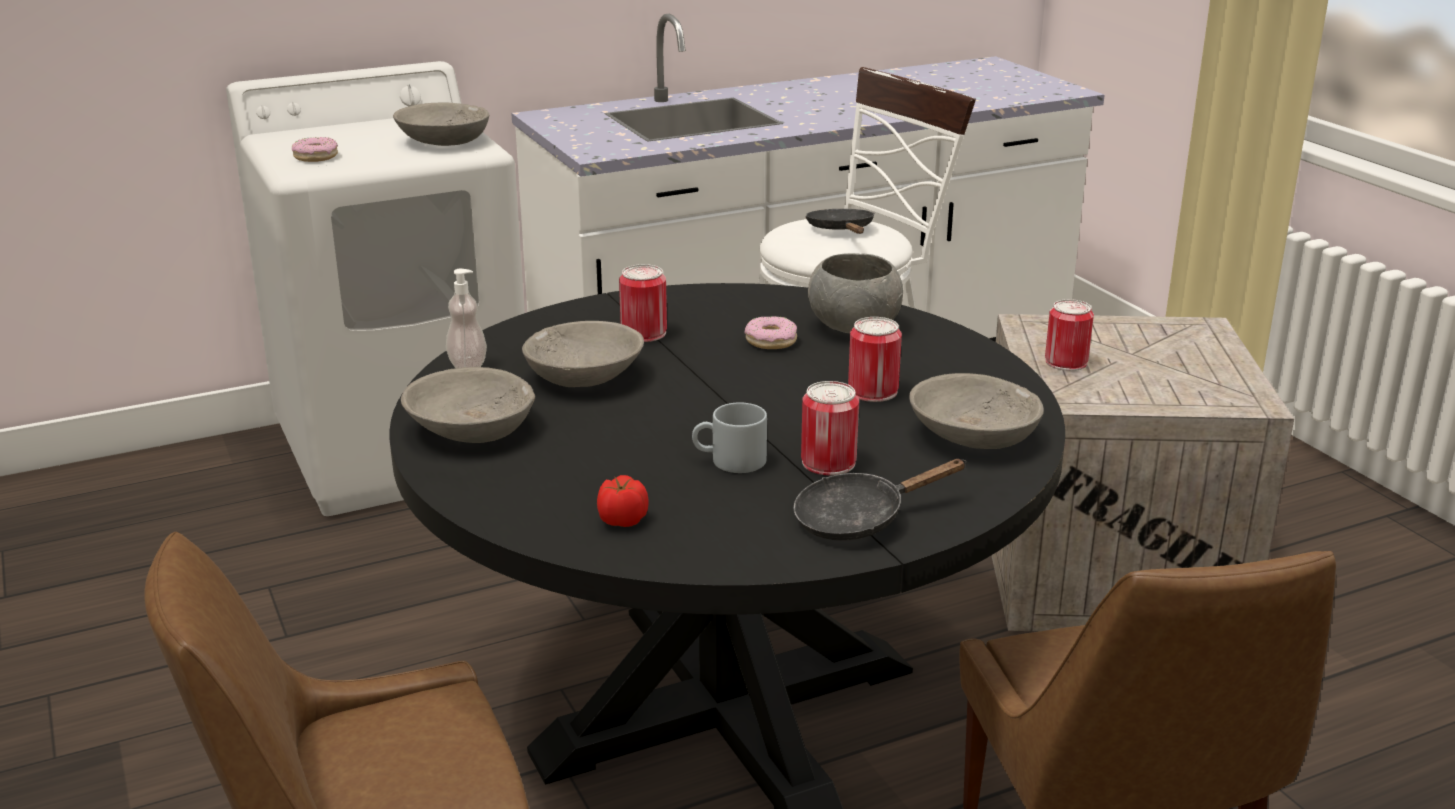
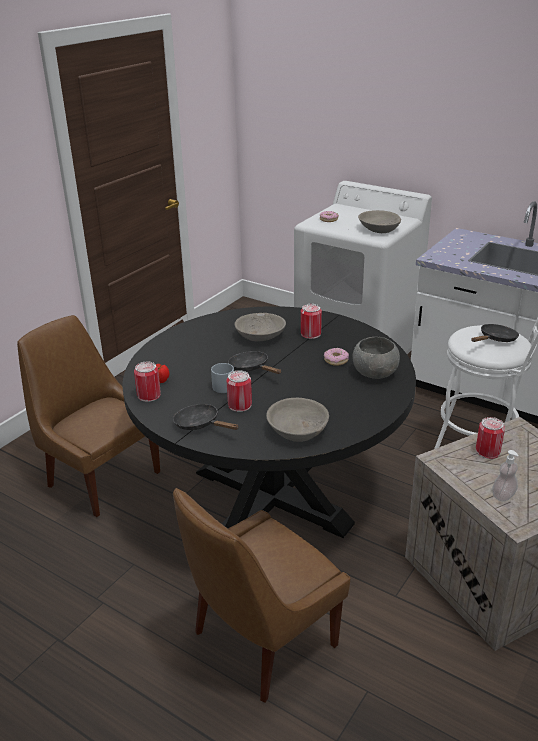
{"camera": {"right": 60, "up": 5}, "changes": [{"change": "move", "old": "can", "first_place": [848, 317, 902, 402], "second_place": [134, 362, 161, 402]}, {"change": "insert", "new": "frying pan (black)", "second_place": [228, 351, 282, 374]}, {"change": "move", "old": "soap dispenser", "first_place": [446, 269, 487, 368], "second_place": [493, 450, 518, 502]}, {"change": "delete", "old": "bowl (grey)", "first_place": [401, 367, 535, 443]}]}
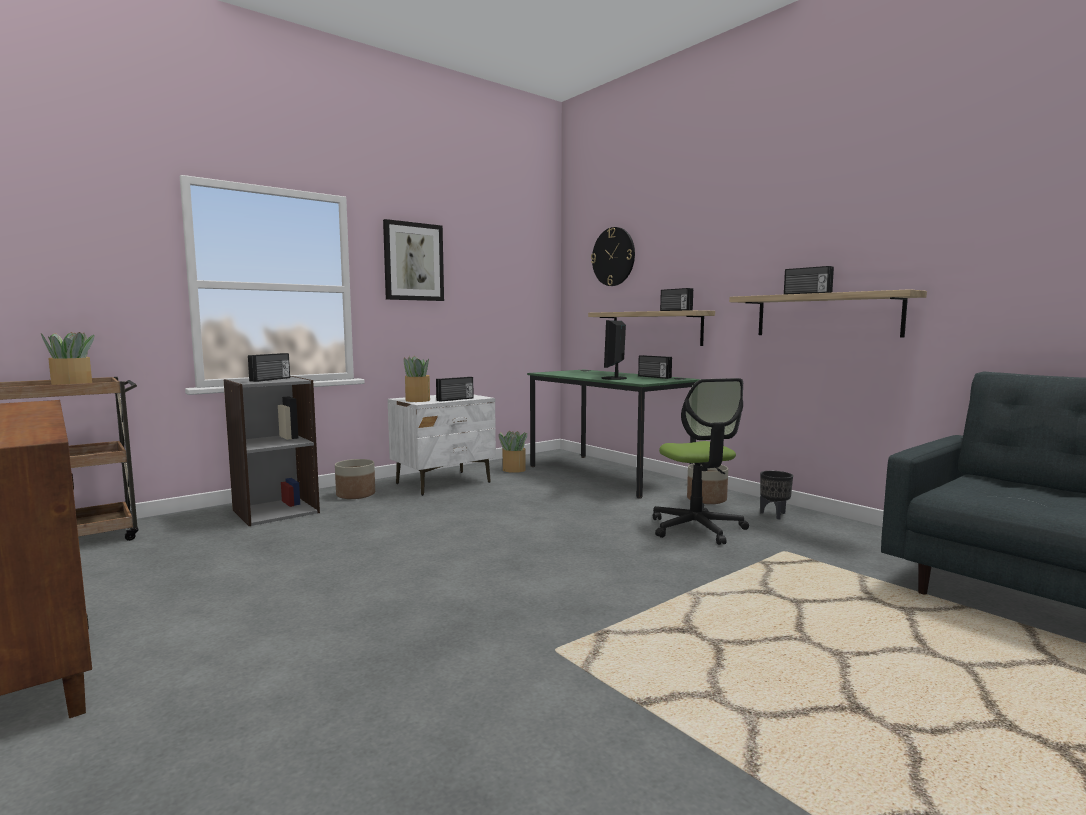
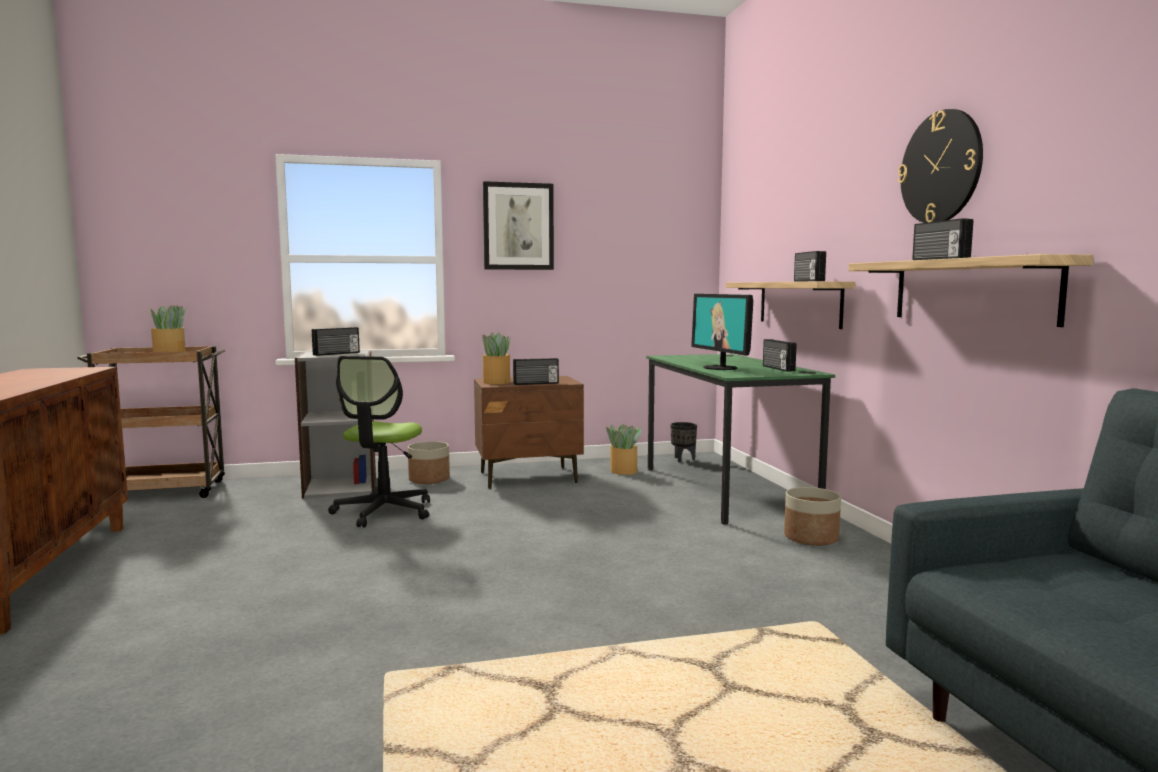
{"camera": {"right": 25, "up": 0}, "changes": [{"change": "move", "old": "office chair", "first_place": [653, 378, 749, 545], "second_place": [328, 356, 430, 528]}, {"change": "recolor", "old": "nightstand (white)", "new": "nightstand (brown)", "first_place": [388, 394, 496, 496], "second_place": [474, 376, 584, 489]}, {"change": "move", "old": "planter (black)", "first_place": [760, 471, 793, 519], "second_place": [671, 422, 697, 462]}, {"change": "rotate", "old": "monitor", "first_place": [601, 320, 627, 380], "second_place": [691, 294, 753, 370], "degrees": -60}, {"change": "move", "old": "wall clock", "first_place": [591, 227, 635, 286], "second_place": [898, 109, 983, 223]}]}
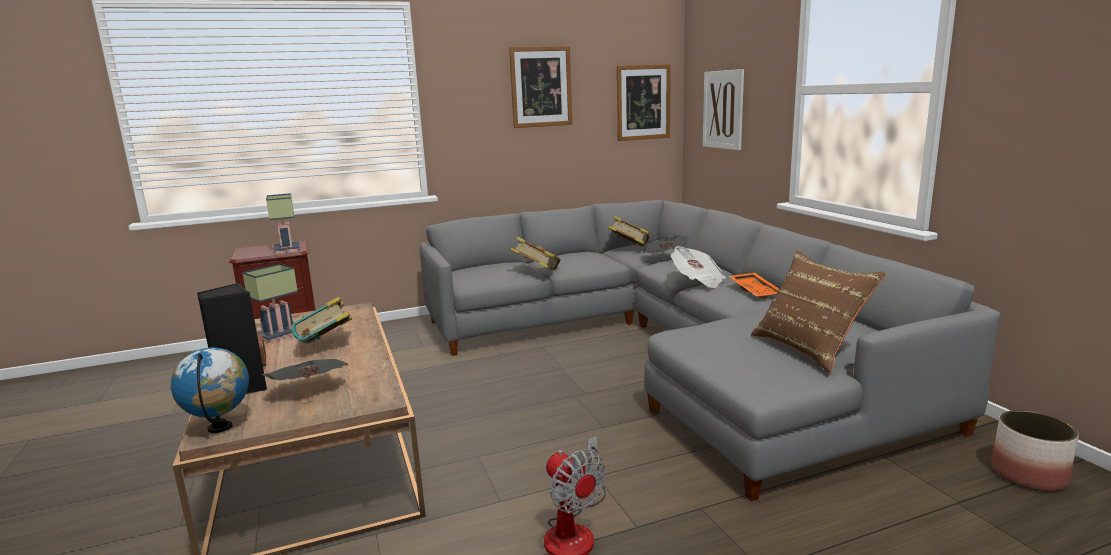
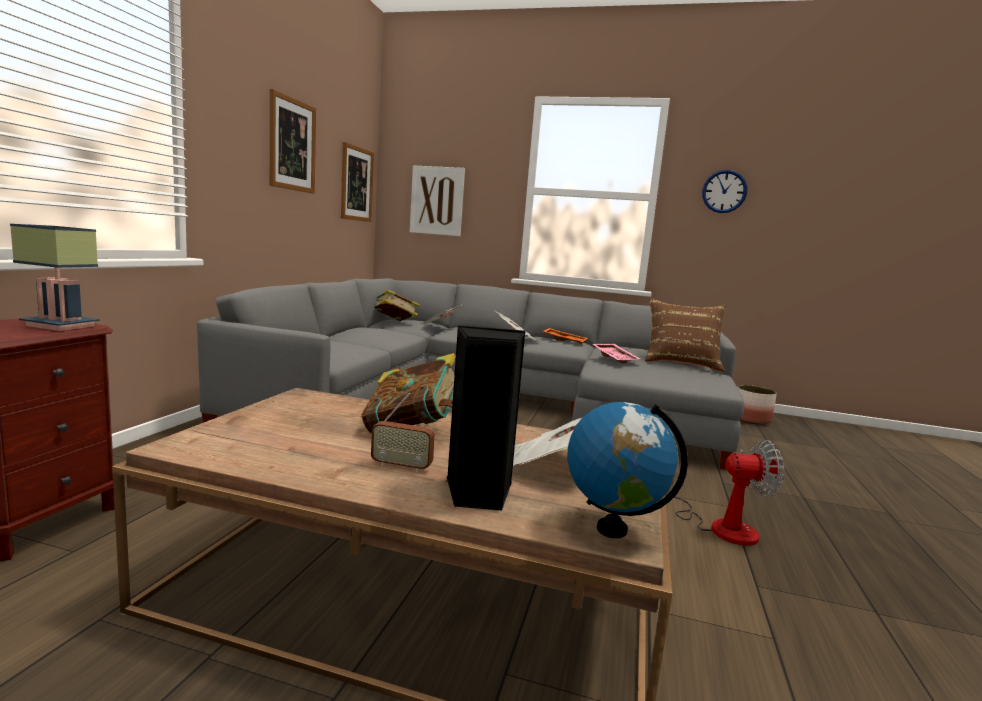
{"camera": {"right": -55, "up": -5}, "changes": [{"change": "insert", "new": "tray (pink)", "second_place": [593, 344, 640, 363]}, {"change": "insert", "new": "wall clock", "second_place": [702, 170, 747, 213]}, {"change": "delete", "old": "table lamp", "first_place": [242, 264, 298, 342]}, {"change": "delete", "old": "book", "first_place": [510, 237, 560, 271]}]}
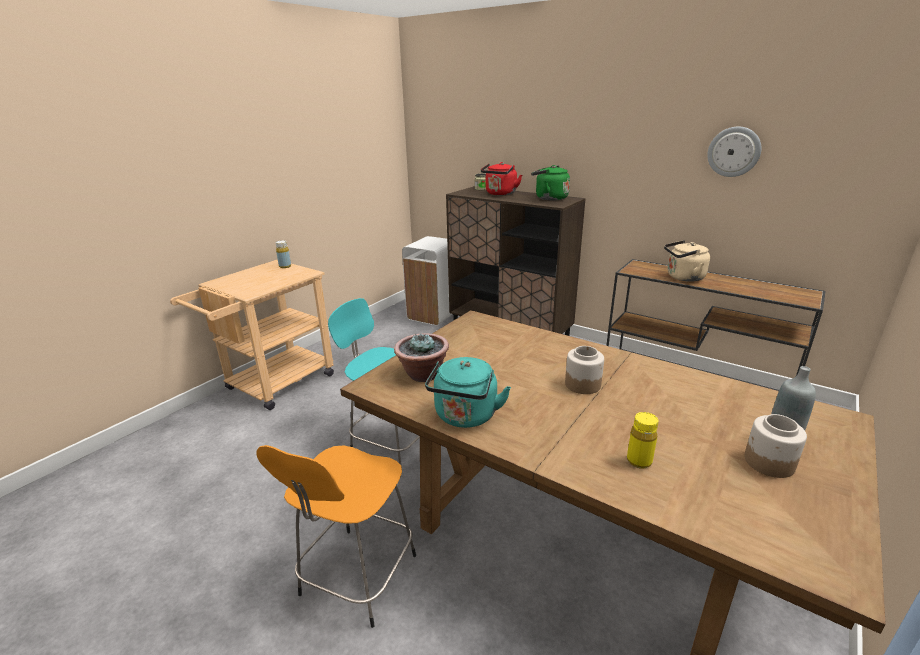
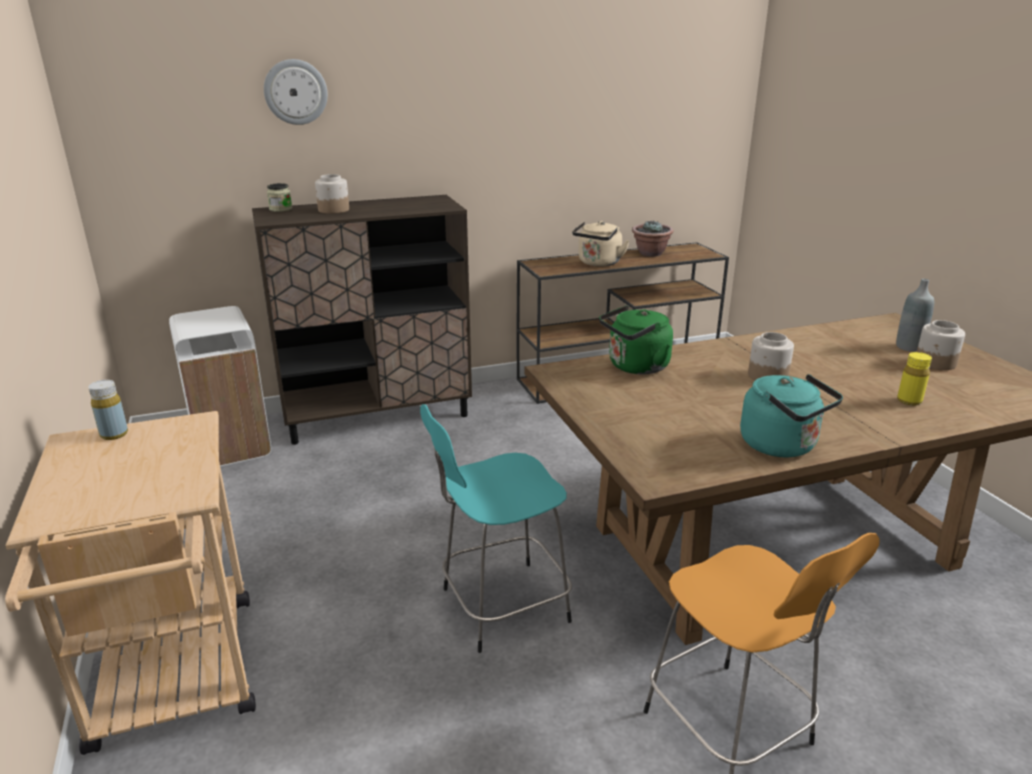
{"camera": {"right": -55, "up": 0}, "changes": [{"change": "move", "old": "wall clock", "first_place": [707, 127, 761, 177], "second_place": [264, 59, 328, 125]}, {"change": "replace", "old": "kettle (red)", "new": "jar", "first_place": [481, 162, 522, 195], "second_place": [315, 174, 349, 214]}, {"change": "move", "old": "kettle (green)", "first_place": [531, 165, 570, 200], "second_place": [599, 305, 673, 374]}, {"change": "move", "old": "potted plant", "first_place": [394, 333, 449, 382], "second_place": [632, 221, 673, 257]}]}
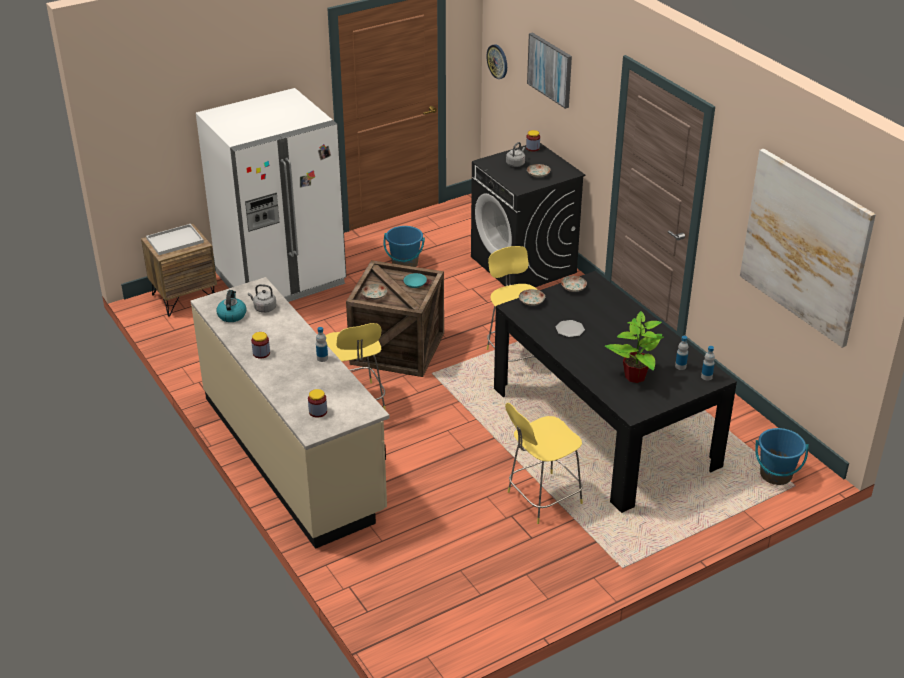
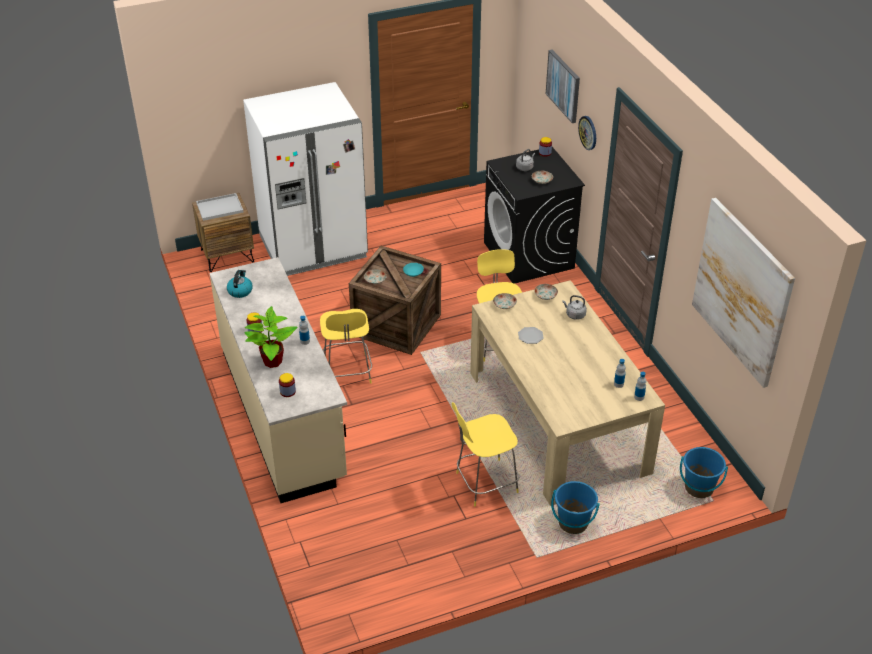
{"camera": {"right": 10, "up": 5}, "changes": [{"change": "move", "old": "potted plant", "first_place": [605, 311, 664, 383], "second_place": [244, 306, 297, 368]}, {"change": "recolor", "old": "dining table (black)", "new": "dining table (beige)", "first_place": [494, 271, 737, 513], "second_place": [470, 280, 665, 506]}, {"change": "move", "old": "bucket (blue)", "first_place": [383, 226, 425, 267], "second_place": [551, 481, 600, 534]}, {"change": "move", "old": "kettle (grey)", "first_place": [248, 284, 277, 313], "second_place": [563, 295, 587, 320]}, {"change": "move", "old": "wall clock", "first_place": [486, 44, 507, 79], "second_place": [578, 116, 596, 150]}]}
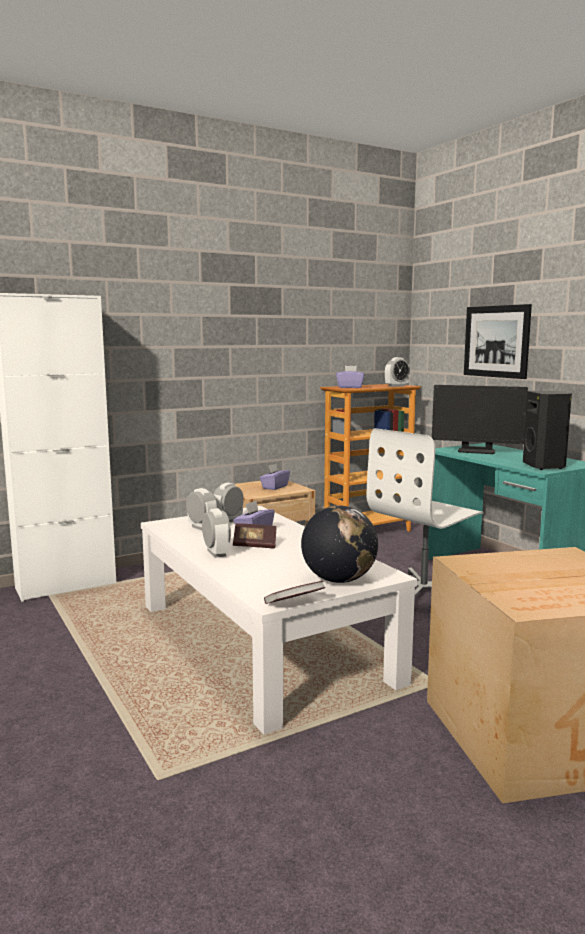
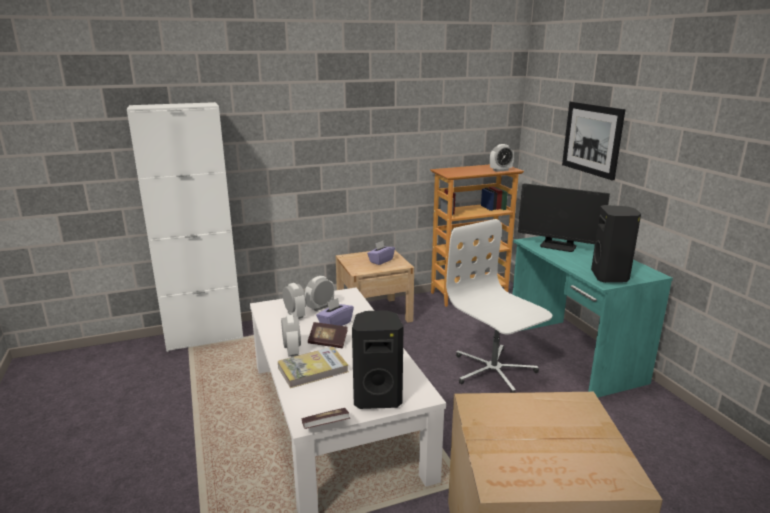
{"camera": {"right": 10, "up": 10}, "changes": [{"change": "insert", "new": "book", "second_place": [278, 347, 348, 388]}, {"change": "replace", "old": "globe", "new": "speaker (black)", "first_place": [301, 506, 378, 583], "second_place": [352, 310, 404, 409]}, {"change": "rotate", "old": "office chair (white)", "first_place": [366, 428, 484, 596], "second_place": [446, 219, 552, 393], "degrees": 90}, {"change": "delete", "old": "tissue box (purple)", "first_place": [336, 366, 365, 388]}]}
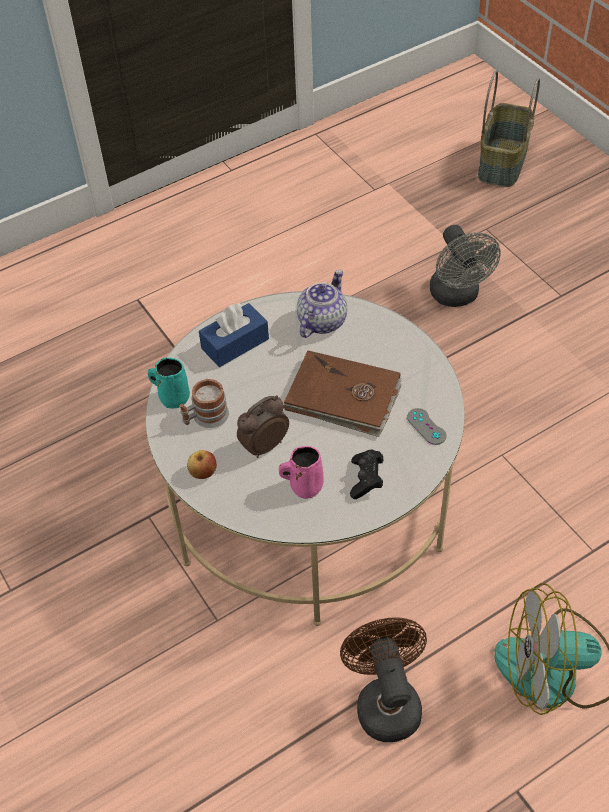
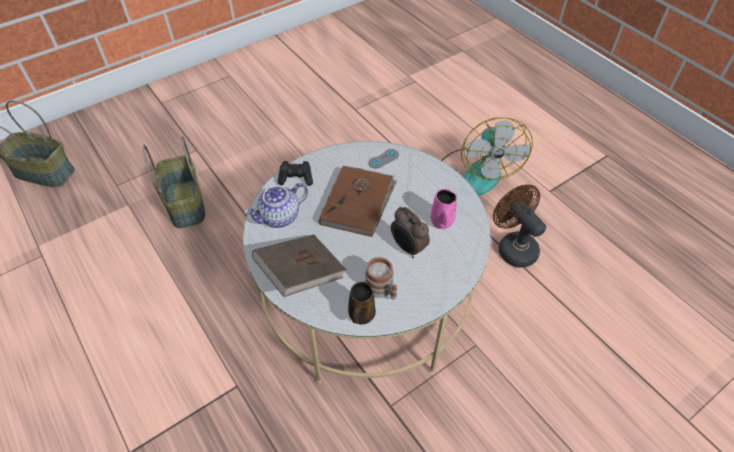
{"camera": {"right": -95, "up": 0}, "changes": [{"change": "replace", "old": "fan (grey)", "new": "basket", "first_place": [430, 225, 501, 307], "second_place": [143, 136, 205, 228]}, {"change": "rotate", "old": "teapot", "first_place": [297, 269, 347, 338], "second_place": [244, 183, 308, 228], "degrees": -60}, {"change": "replace", "old": "tissue box (blue)", "new": "book (brown)", "first_place": [199, 303, 269, 367], "second_place": [252, 234, 346, 297]}, {"change": "move", "old": "game controller (black)", "first_place": [350, 450, 383, 499], "second_place": [277, 161, 313, 186]}, {"change": "recolor", "old": "mug (turquoise)", "new": "mug (brown)", "first_place": [148, 358, 190, 409], "second_place": [348, 282, 376, 324]}, {"change": "rotate", "old": "fan (brown)", "first_place": [340, 617, 427, 742], "second_place": [493, 184, 546, 268], "degrees": 75}, {"change": "delete", "old": "apple", "first_place": [187, 450, 217, 479]}]}
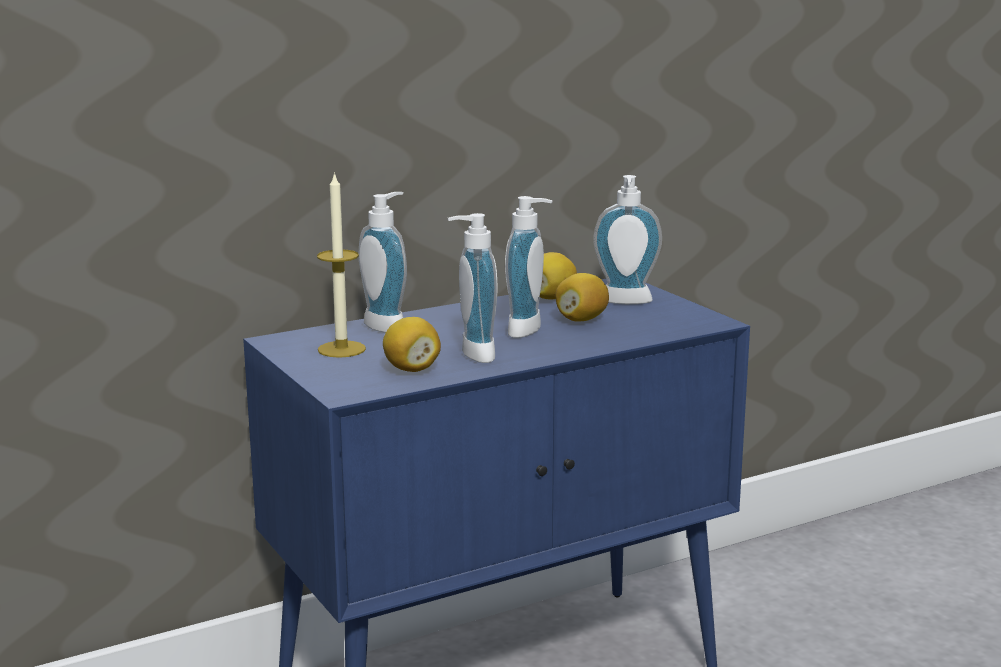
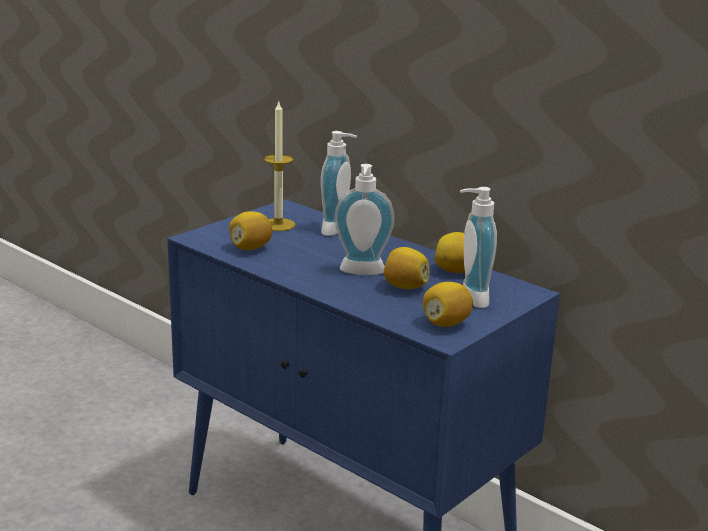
{"camera": {"right": 70, "up": 5}, "changes": [{"change": "insert", "new": "lemon", "second_place": [423, 282, 473, 327]}, {"change": "delete", "old": "soap dispenser", "first_place": [448, 213, 497, 363]}]}
